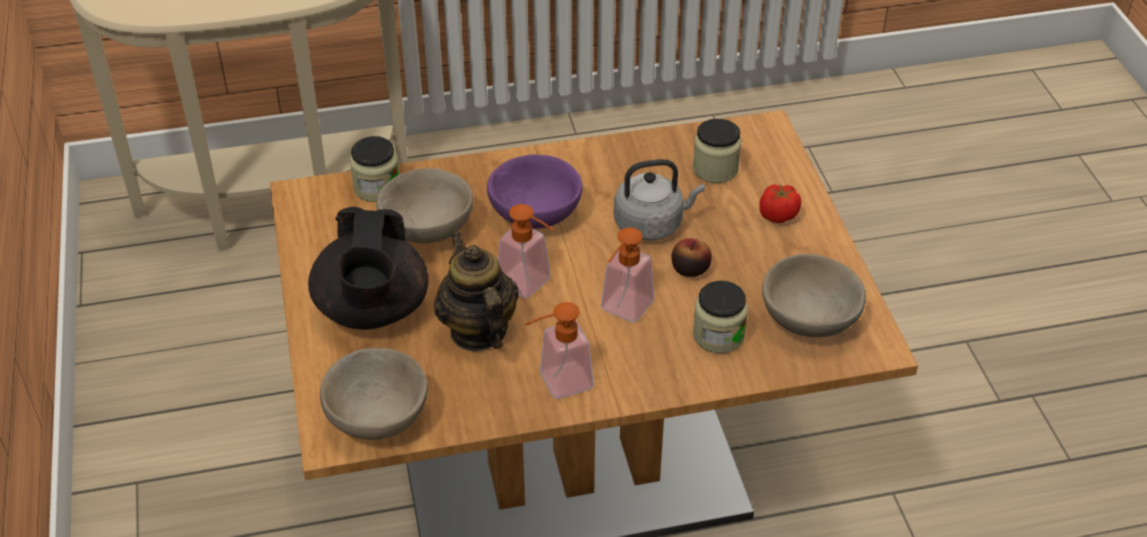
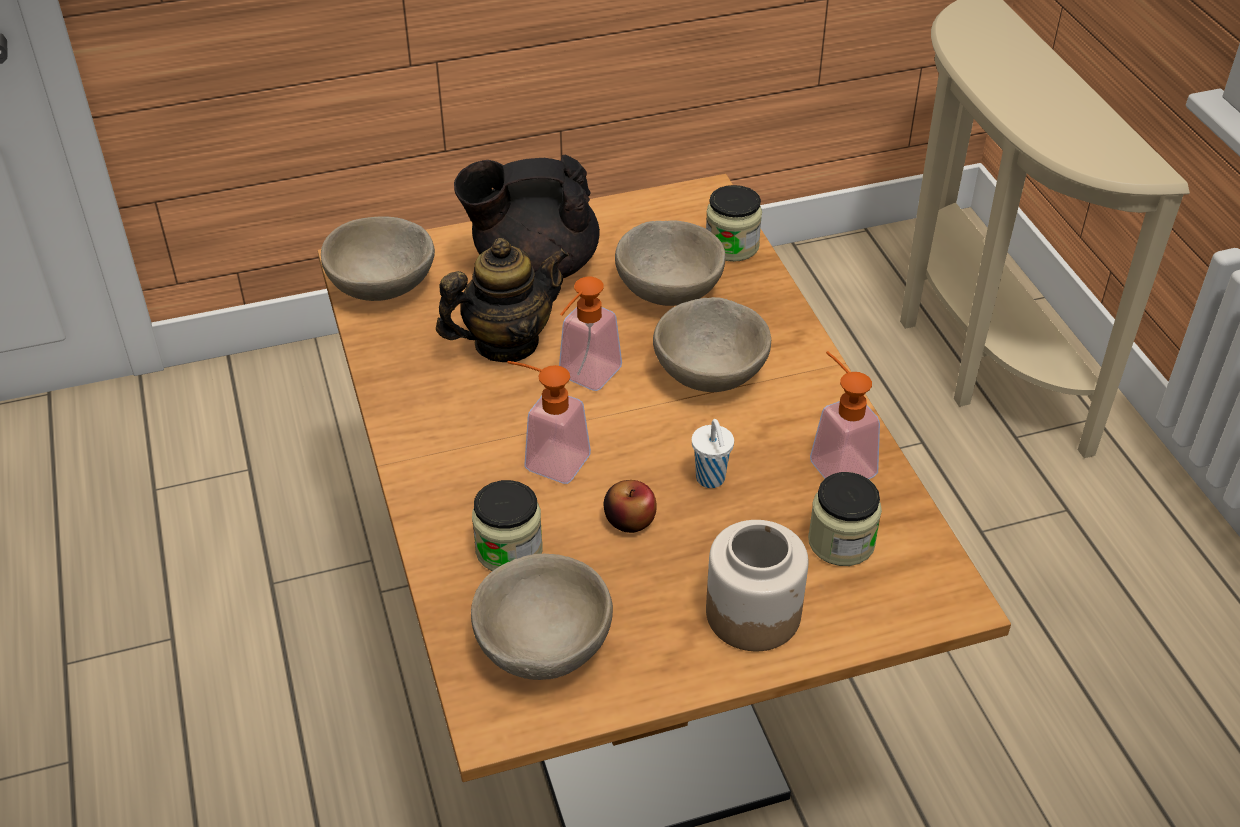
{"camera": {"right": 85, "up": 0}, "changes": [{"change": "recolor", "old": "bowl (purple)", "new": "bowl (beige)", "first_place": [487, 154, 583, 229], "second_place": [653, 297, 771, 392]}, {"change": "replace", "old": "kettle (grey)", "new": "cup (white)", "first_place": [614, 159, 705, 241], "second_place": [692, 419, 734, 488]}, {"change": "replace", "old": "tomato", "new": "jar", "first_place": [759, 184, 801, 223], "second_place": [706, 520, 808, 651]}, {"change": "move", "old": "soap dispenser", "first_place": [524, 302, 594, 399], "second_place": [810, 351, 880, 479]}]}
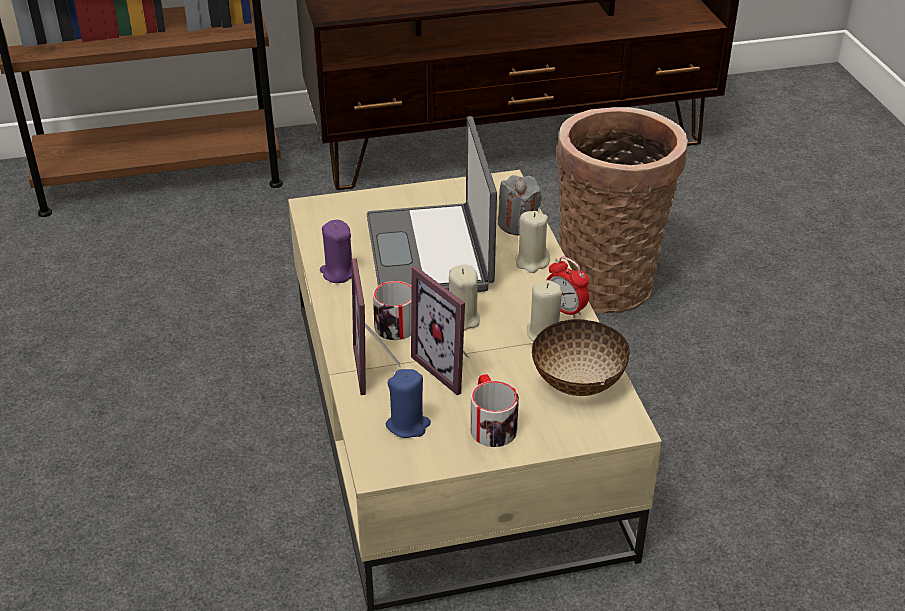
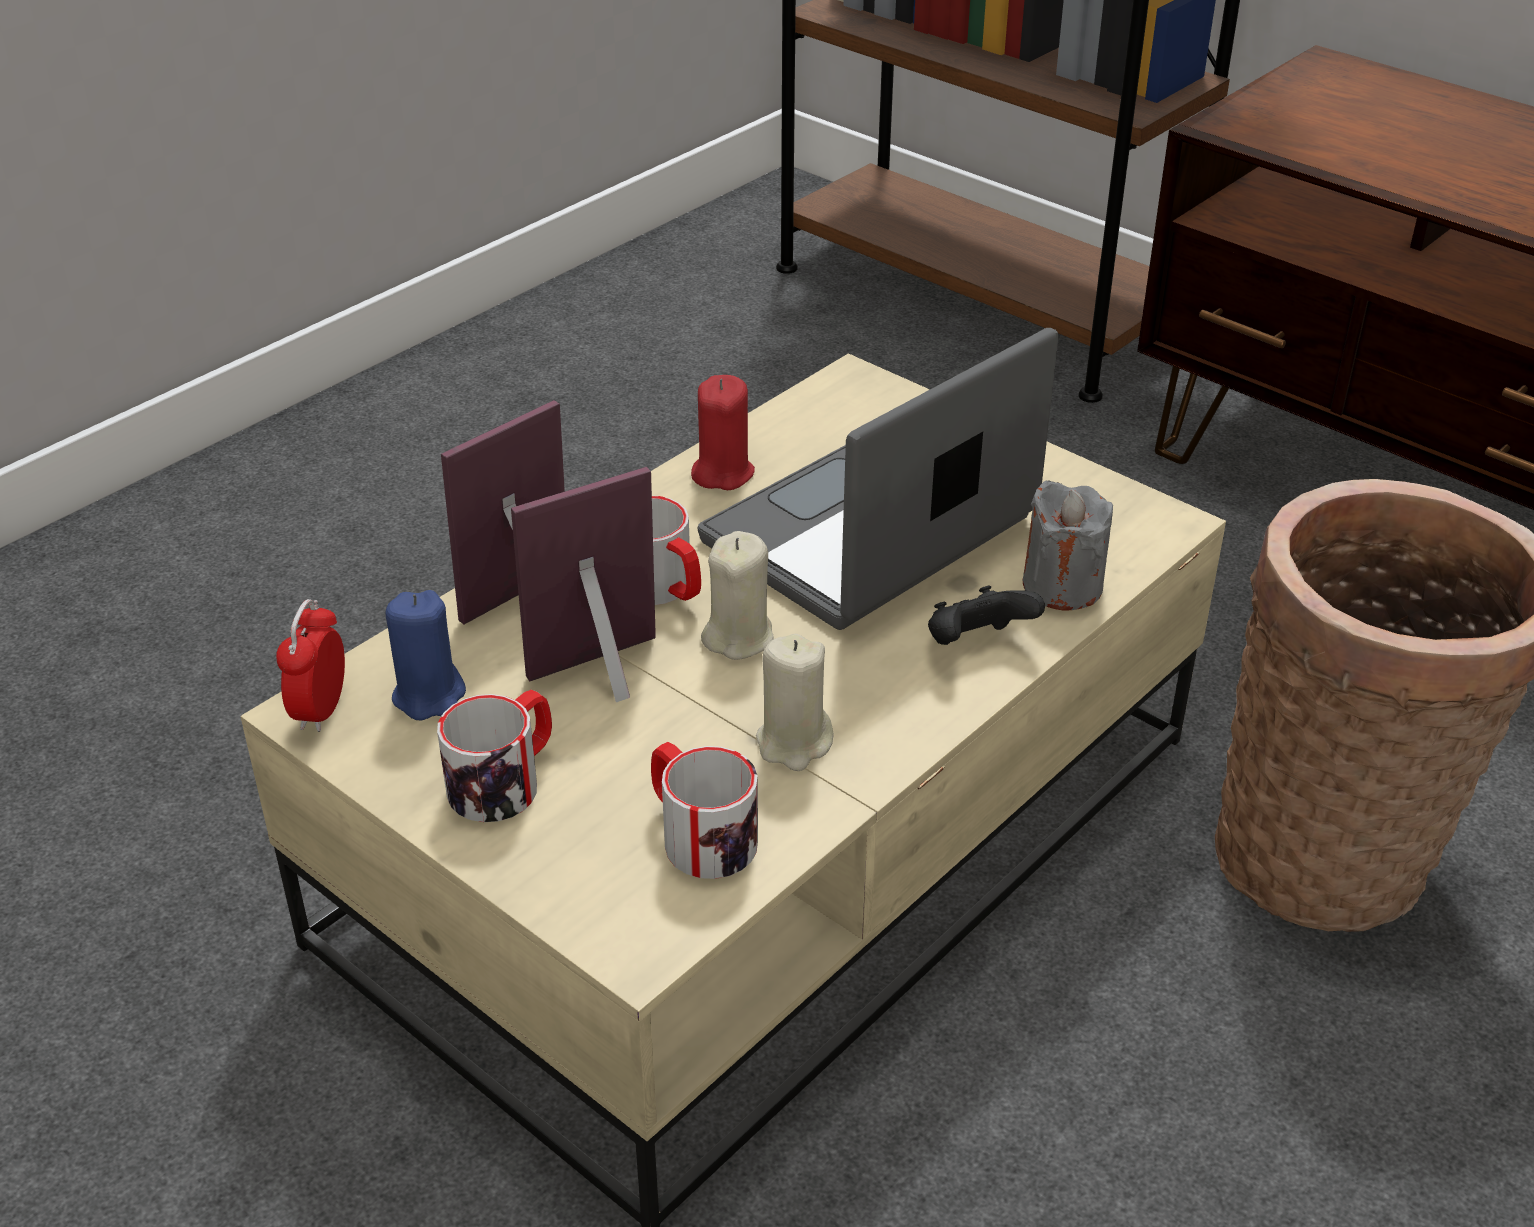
{"camera": {"right": 55, "up": 0}, "changes": [{"change": "move", "old": "alarm clock", "first_place": [546, 257, 589, 319], "second_place": [276, 599, 345, 732]}, {"change": "rotate", "old": "picture frame", "first_place": [411, 266, 470, 396], "second_place": [511, 467, 656, 702], "degrees": 45}, {"change": "replace", "old": "bowl", "new": "mug", "first_place": [532, 319, 630, 396], "second_place": [651, 742, 758, 879]}, {"change": "recolor", "old": "candle (purple)", "new": "candle (red)", "first_place": [320, 220, 352, 283], "second_place": [691, 375, 755, 490]}, {"change": "replace", "old": "candle (beige)", "new": "game controller (black)", "first_place": [515, 211, 550, 273], "second_place": [928, 586, 1045, 645]}]}
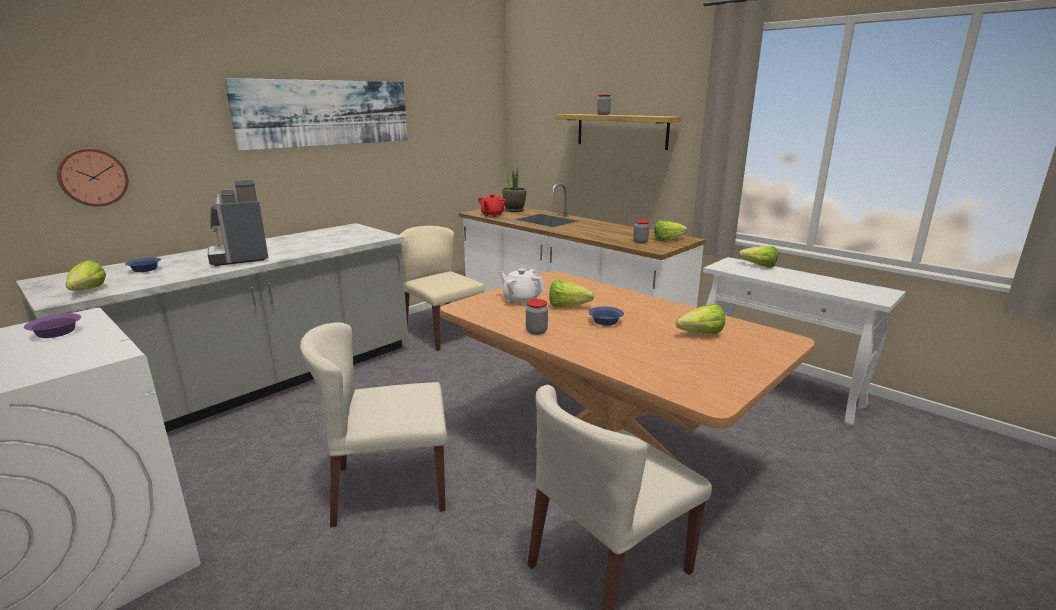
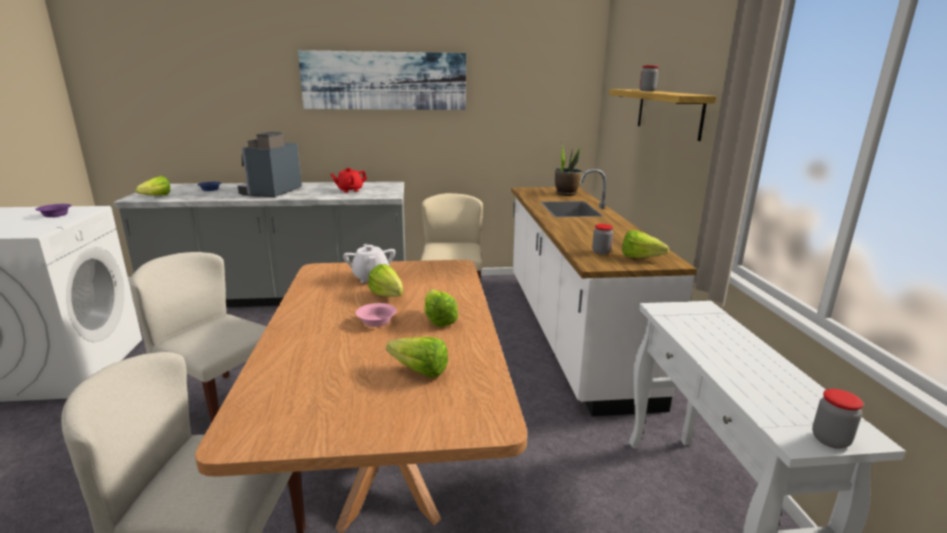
{"camera": {"right": 40, "up": 0}, "changes": [{"change": "move", "old": "teapot (red)", "first_place": [478, 194, 506, 217], "second_place": [330, 168, 367, 193]}, {"change": "recolor", "old": "bowl (blue)", "new": "bowl (pink)", "first_place": [589, 306, 624, 326], "second_place": [356, 303, 396, 327]}, {"change": "move", "old": "lettuce", "first_place": [739, 246, 778, 268], "second_place": [424, 289, 458, 327]}, {"change": "move", "old": "jar", "first_place": [526, 299, 548, 335], "second_place": [812, 389, 864, 449]}, {"change": "delete", "old": "wall clock", "first_place": [56, 148, 128, 206]}]}
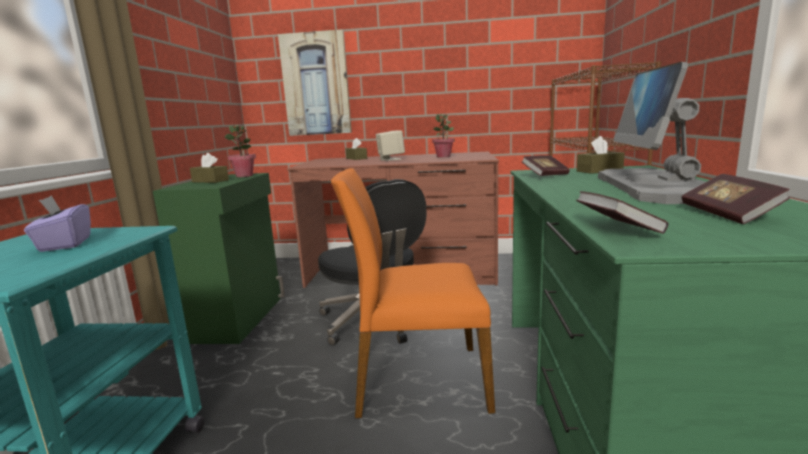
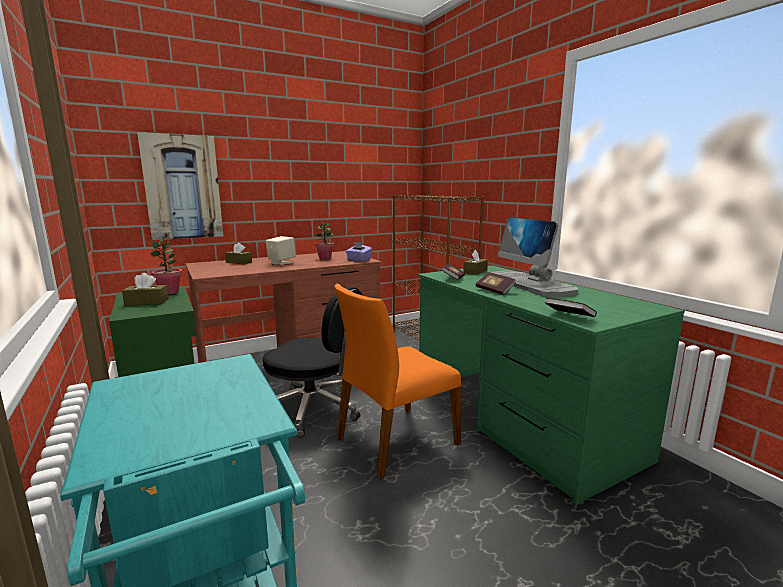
{"camera": {"right": -35, "up": 0}, "changes": [{"change": "move", "old": "tissue box (purple)", "first_place": [24, 196, 91, 252], "second_place": [346, 242, 372, 262]}, {"change": "move", "old": "book", "first_place": [682, 174, 791, 224], "second_place": [476, 272, 516, 295]}]}
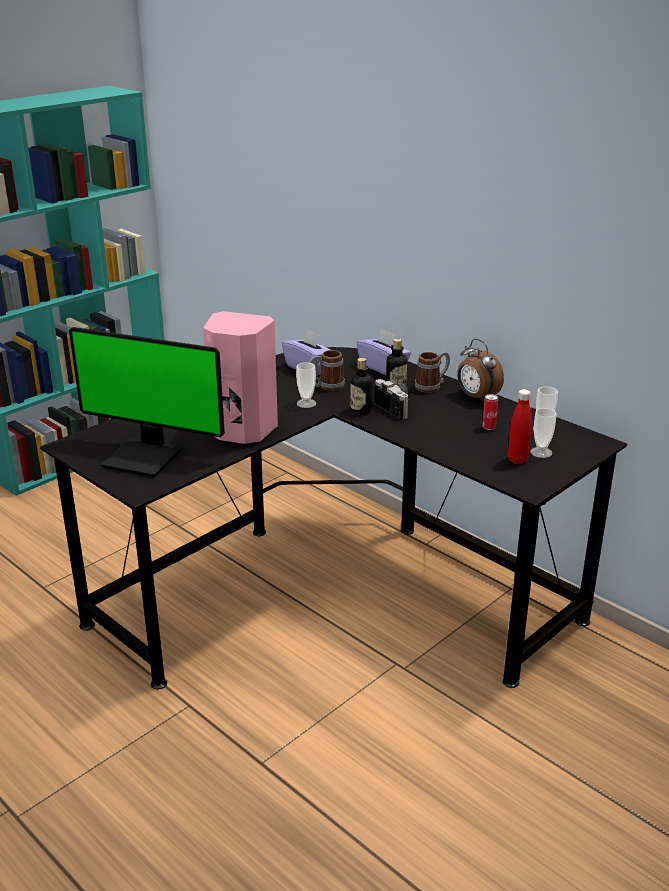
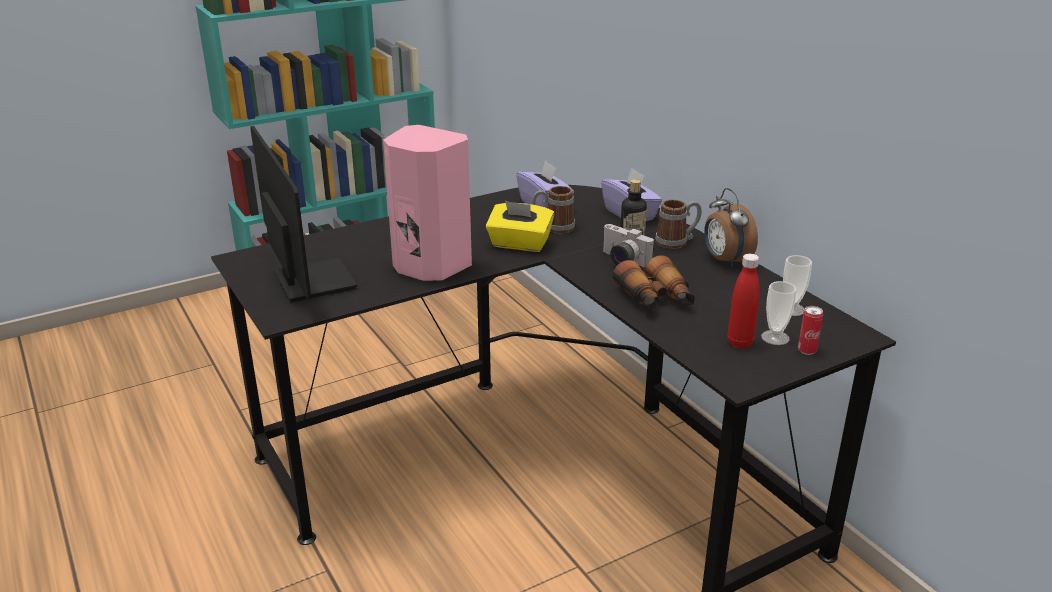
{"camera": {"right": 15, "up": 0}, "changes": [{"change": "rotate", "old": "monitor", "first_place": [69, 327, 225, 478], "second_place": [250, 126, 357, 302], "degrees": -150}, {"change": "replace", "old": "cup", "new": "tissue box (yellow)", "first_place": [296, 362, 316, 408], "second_place": [486, 201, 554, 252]}, {"change": "rotate", "old": "photo camera", "first_place": [374, 379, 410, 419], "second_place": [603, 224, 654, 268], "degrees": 150}, {"change": "insert", "new": "binoculars", "second_place": [613, 255, 695, 311]}, {"change": "move", "old": "can", "first_place": [482, 394, 498, 430], "second_place": [798, 306, 823, 355]}, {"change": "delete", "old": "bottle", "first_place": [350, 358, 372, 414]}]}
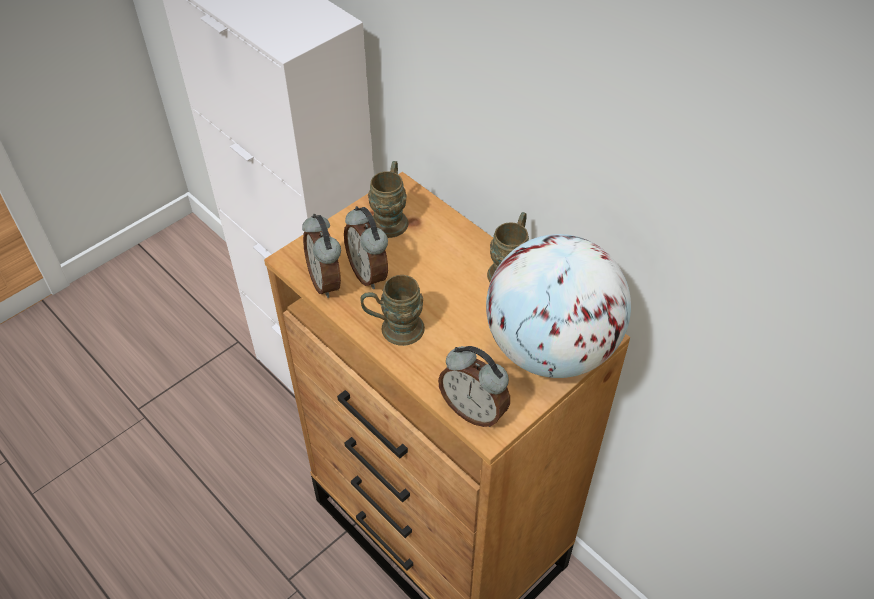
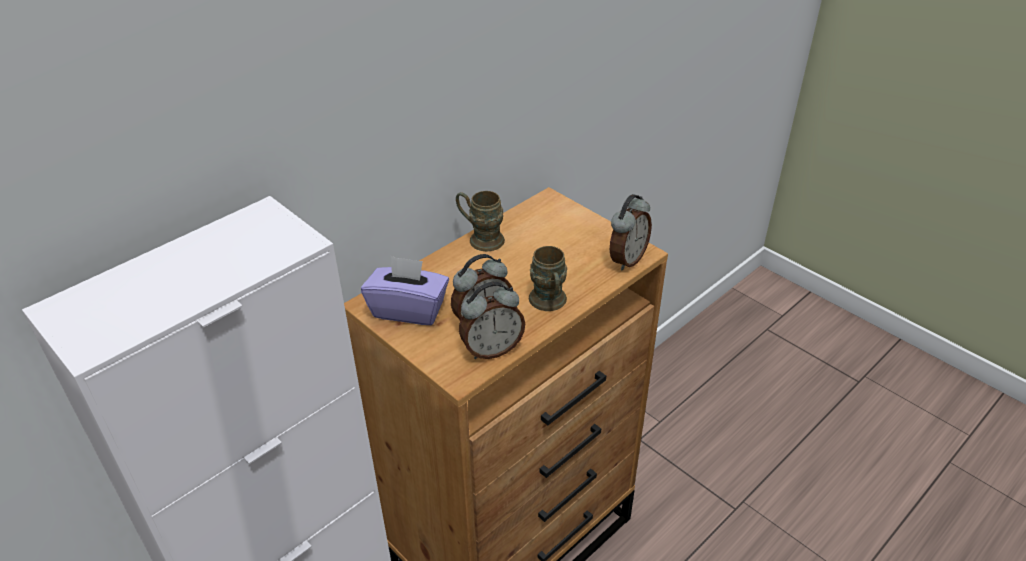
{"camera": {"right": -90, "up": -10}, "changes": [{"change": "replace", "old": "mug (brown)", "new": "tissue box (purple)", "first_place": [368, 161, 409, 238], "second_place": [361, 256, 449, 325]}, {"change": "delete", "old": "globe", "first_place": [486, 234, 631, 378]}]}
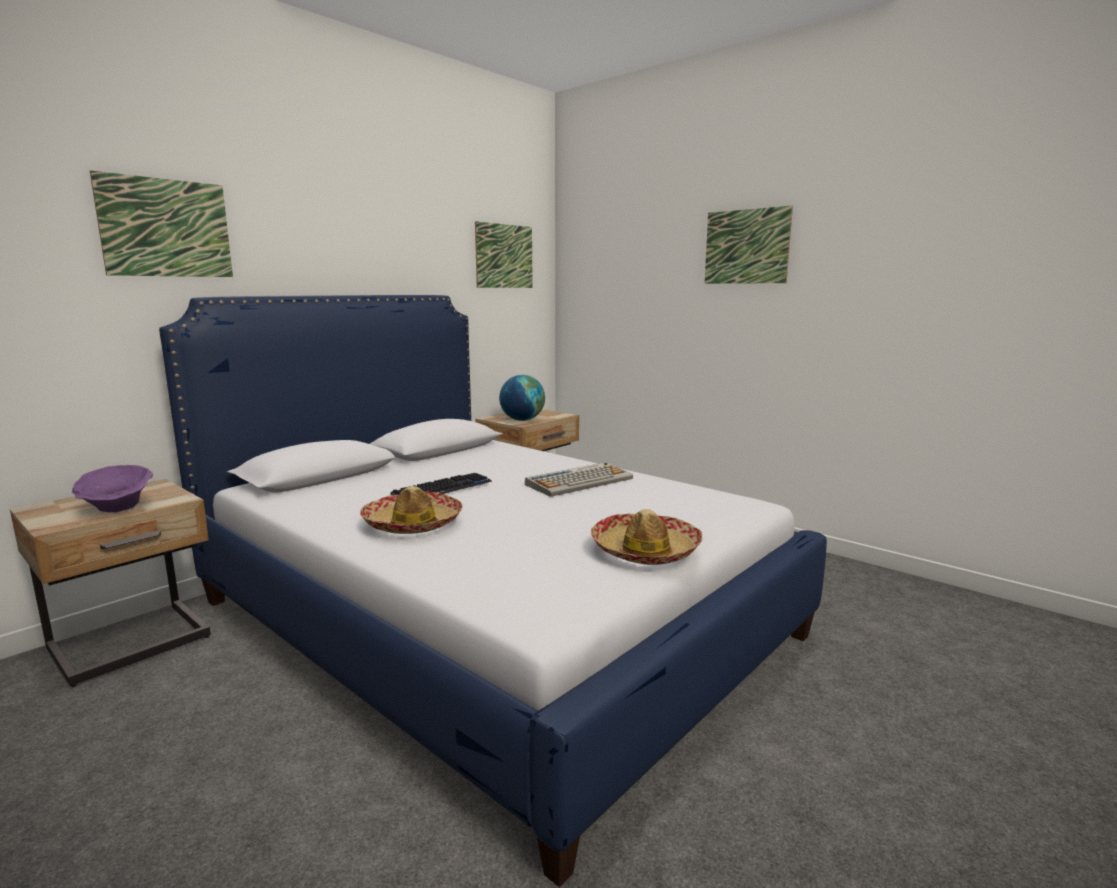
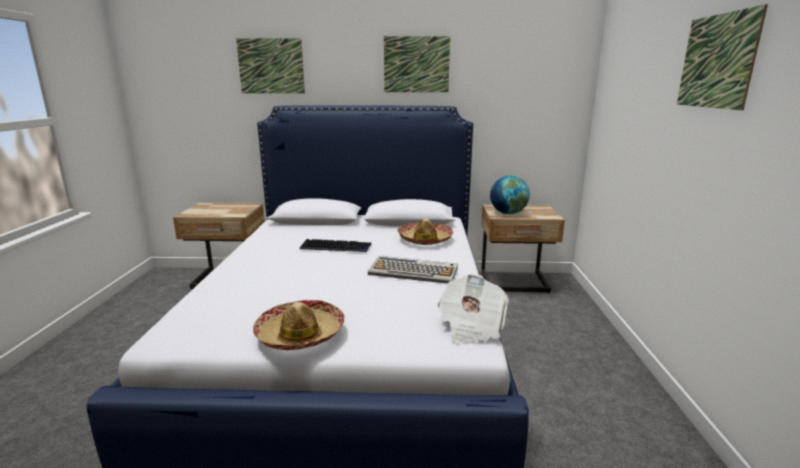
{"camera": {"right": 50, "up": 5}, "changes": [{"change": "move", "old": "picture", "first_place": [475, 221, 533, 288], "second_place": [384, 36, 450, 92]}, {"change": "move", "old": "hat", "first_place": [360, 486, 463, 534], "second_place": [397, 219, 453, 245]}, {"change": "insert", "new": "newspaper", "second_place": [438, 274, 509, 345]}, {"change": "delete", "old": "bowl (purple)", "first_place": [72, 465, 153, 512]}]}
